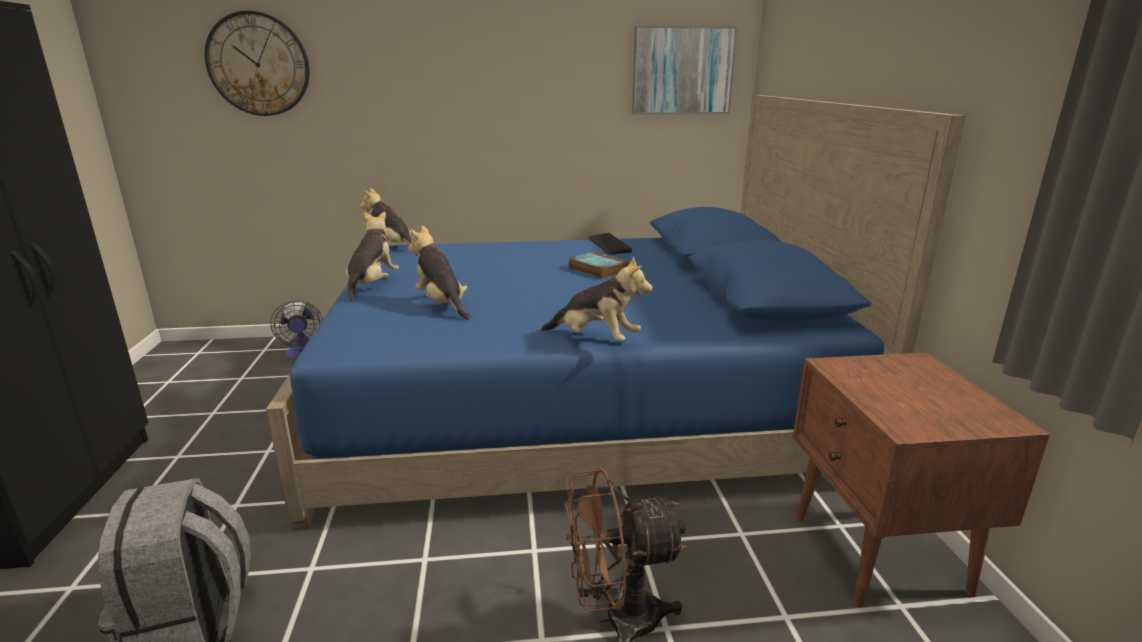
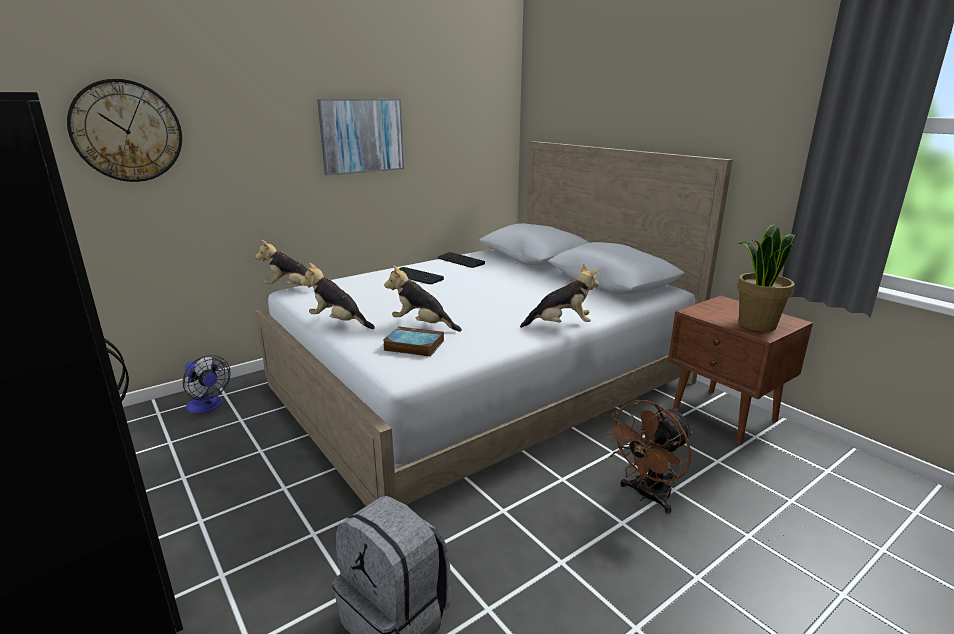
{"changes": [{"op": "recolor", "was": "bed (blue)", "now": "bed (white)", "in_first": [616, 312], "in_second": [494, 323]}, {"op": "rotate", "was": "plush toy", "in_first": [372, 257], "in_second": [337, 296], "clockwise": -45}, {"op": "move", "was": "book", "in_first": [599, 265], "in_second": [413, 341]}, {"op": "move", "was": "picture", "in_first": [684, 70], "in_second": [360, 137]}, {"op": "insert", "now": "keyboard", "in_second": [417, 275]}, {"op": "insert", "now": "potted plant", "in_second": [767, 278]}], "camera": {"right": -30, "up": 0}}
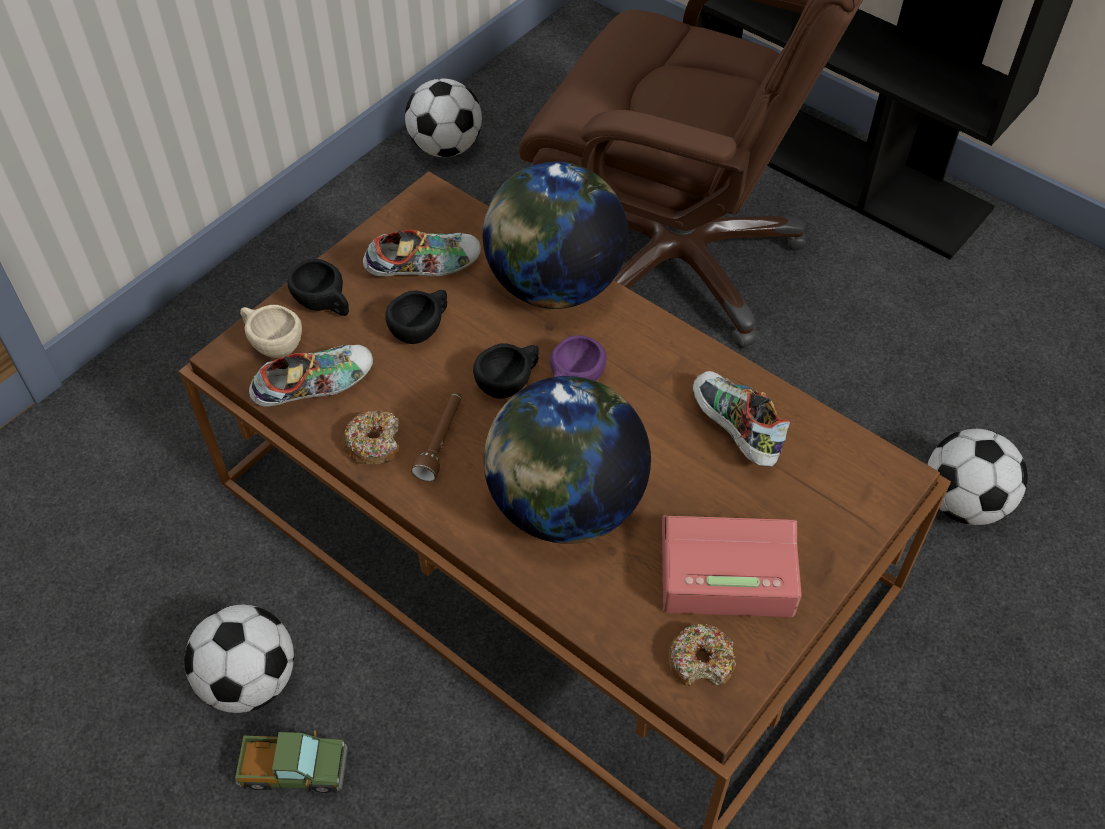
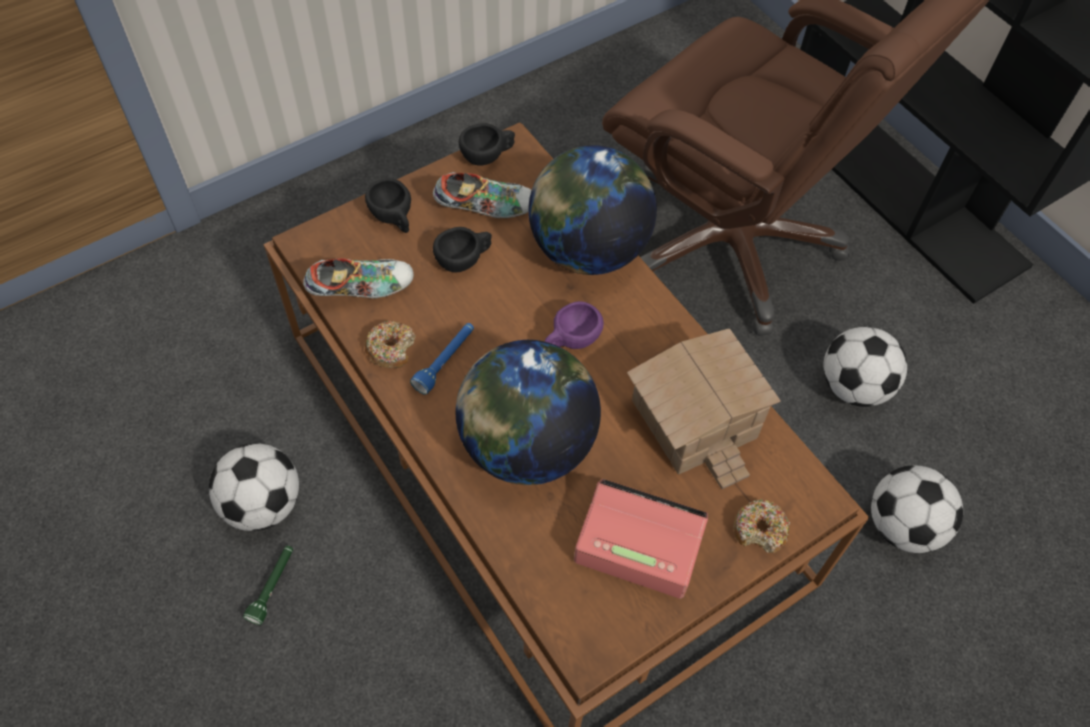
{"changes": [{"op": "replace", "was": "toy truck", "now": "flashlight (green)", "in_first": [291, 761], "in_second": [268, 585]}, {"op": "delete", "was": "cup (beige)", "in_first": [271, 331]}, {"op": "move", "was": "football", "in_first": [443, 117], "in_second": [865, 366]}, {"op": "recolor", "was": "flashlight (brown)", "now": "flashlight (blue)", "in_first": [436, 437], "in_second": [442, 359]}, {"op": "move", "was": "cup (black)", "in_first": [506, 371], "in_second": [487, 144]}, {"op": "move", "was": "donut", "in_first": [702, 655], "in_second": [762, 526]}, {"op": "replace", "was": "shoe", "now": "toy house", "in_first": [741, 419], "in_second": [704, 409]}], "camera": {"right": 15, "up": 5}}
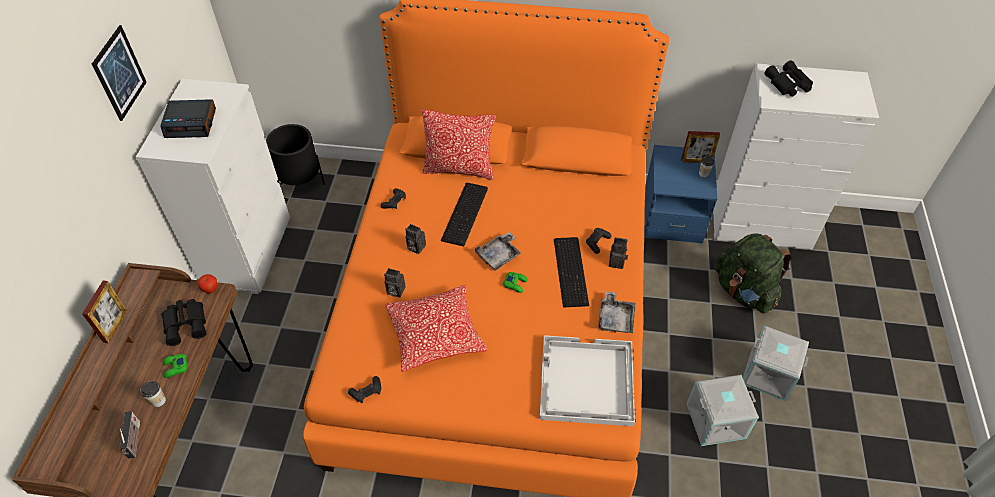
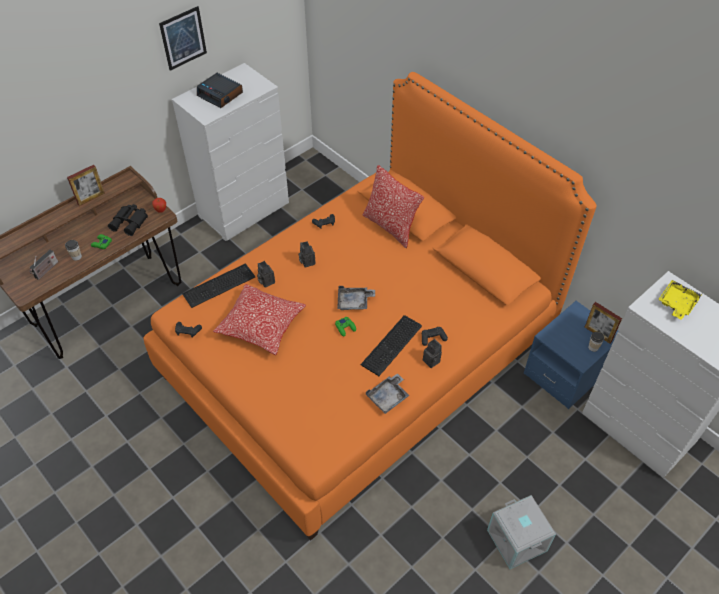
{"changes": [{"op": "delete", "was": "planter (black)", "in_first": [295, 155]}, {"op": "move", "was": "keyboard", "in_first": [464, 214], "in_second": [218, 286]}, {"op": "delete", "was": "tray (white)", "in_first": [587, 380]}, {"op": "delete", "was": "storage box (grey)", "in_first": [723, 410]}, {"op": "delete", "was": "backpack (green)", "in_first": [753, 273]}, {"op": "replace", "was": "binoculars (black)", "now": "tray (yellow)", "in_first": [788, 79], "in_second": [680, 300]}], "camera": {"right": 40, "up": 0}}
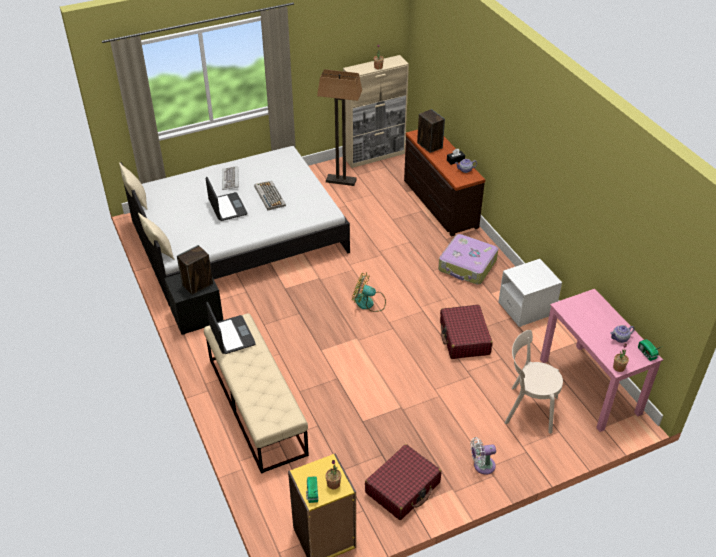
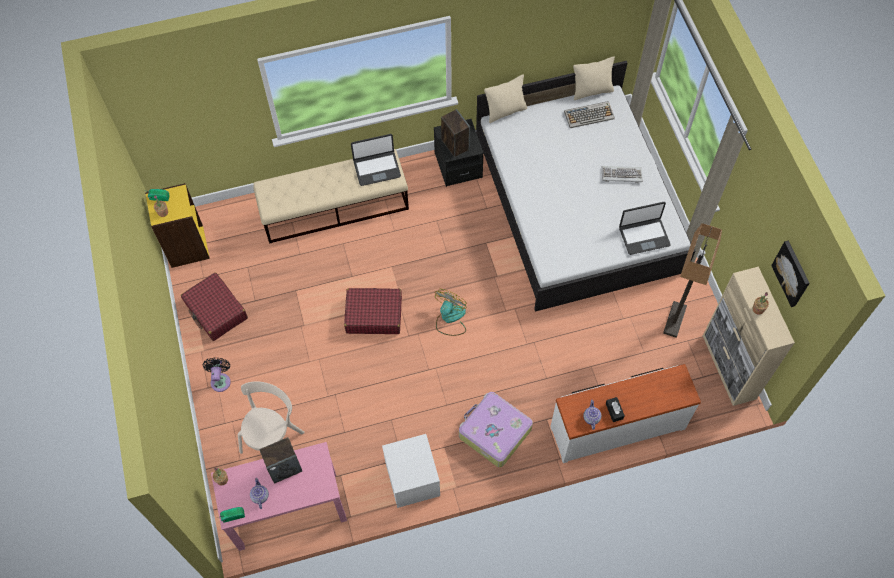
{"changes": [{"op": "move", "was": "laptop", "in_first": [226, 199], "in_second": [644, 228]}, {"op": "move", "was": "keyboard", "in_first": [270, 195], "in_second": [589, 114]}, {"op": "recolor", "was": "dresser (brown)", "now": "dresser (white)", "in_first": [445, 183], "in_second": [625, 413]}, {"op": "move", "was": "speaker", "in_first": [431, 131], "in_second": [280, 460]}, {"op": "move", "was": "suitcase (red)", "in_first": [466, 332], "in_second": [373, 311]}, {"op": "recolor", "was": "fan (white)", "now": "fan (black)", "in_first": [483, 456], "in_second": [217, 374]}, {"op": "insert", "now": "picture", "in_second": [790, 274]}], "camera": {"right": 100, "up": 20}}
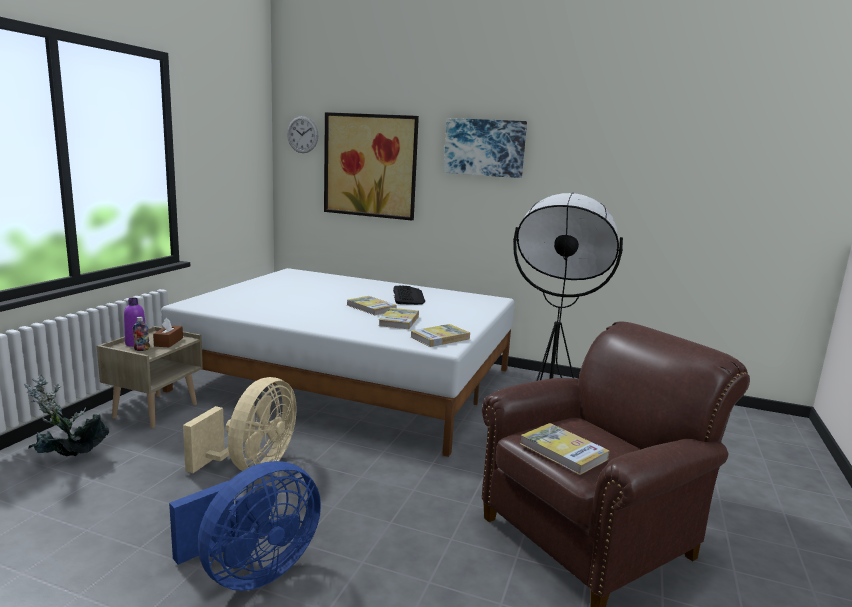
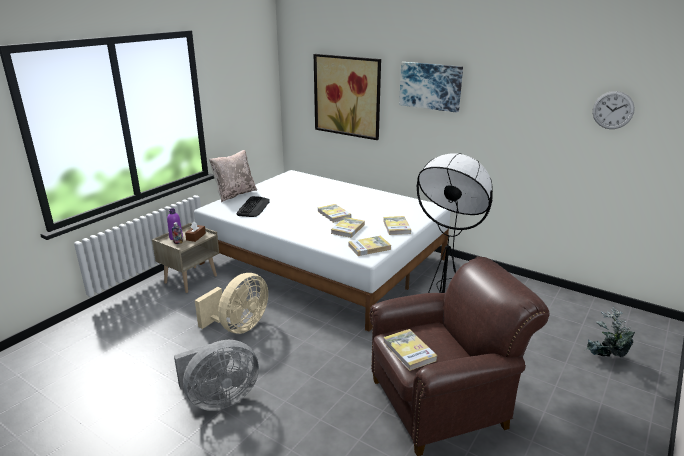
{"changes": [{"op": "move", "was": "potted plant", "in_first": [66, 415], "in_second": [609, 331]}, {"op": "recolor", "was": "fan (blue)", "now": "fan (grey)", "in_first": [245, 526], "in_second": [216, 375]}, {"op": "move", "was": "wall clock", "in_first": [302, 134], "in_second": [613, 110]}, {"op": "move", "was": "keyboard", "in_first": [409, 295], "in_second": [252, 206]}, {"op": "insert", "now": "pillow (beige)", "in_second": [233, 176]}, {"op": "insert", "now": "book", "in_second": [397, 225]}], "camera": {"right": 15, "up": 10}}
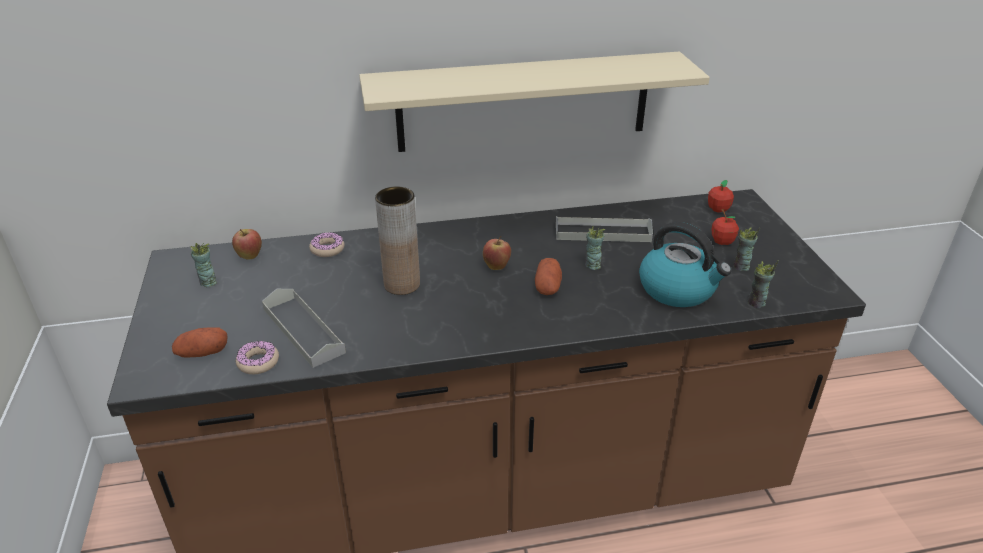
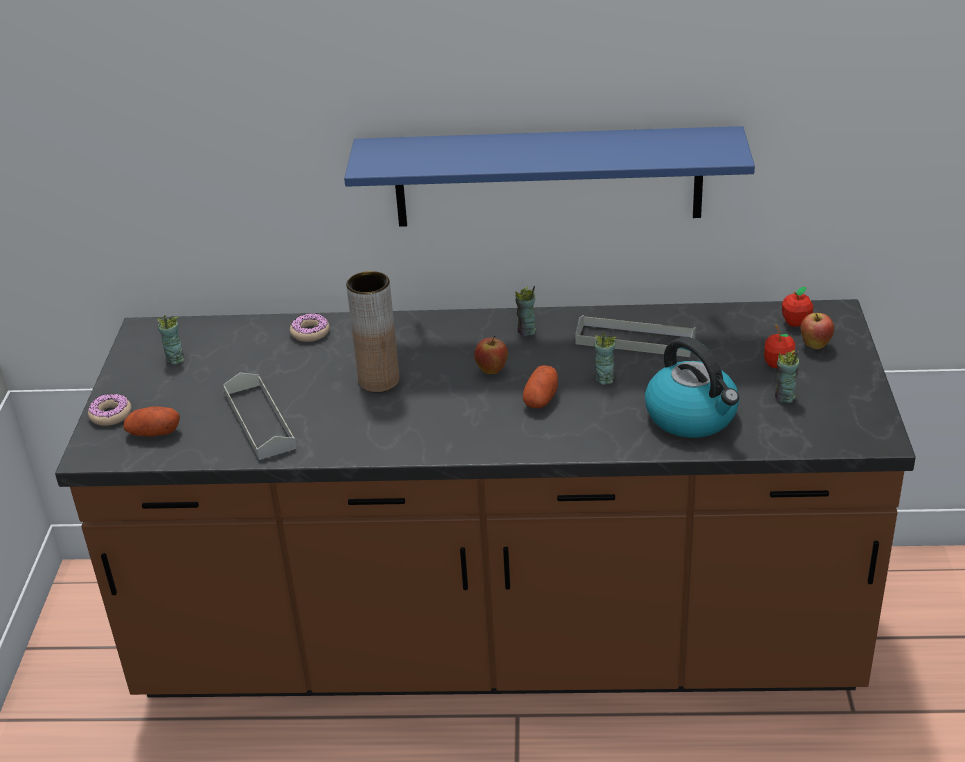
{"changes": [{"op": "move", "was": "apple", "in_first": [247, 244], "in_second": [817, 331]}, {"op": "move", "was": "donut", "in_first": [257, 357], "in_second": [110, 409]}, {"op": "recolor", "was": "shelf (beige)", "now": "shelf (blue)", "in_first": [534, 102], "in_second": [549, 176]}, {"op": "move", "was": "cup", "in_first": [763, 284], "in_second": [525, 311]}], "camera": {"right": 15, "up": 0}}
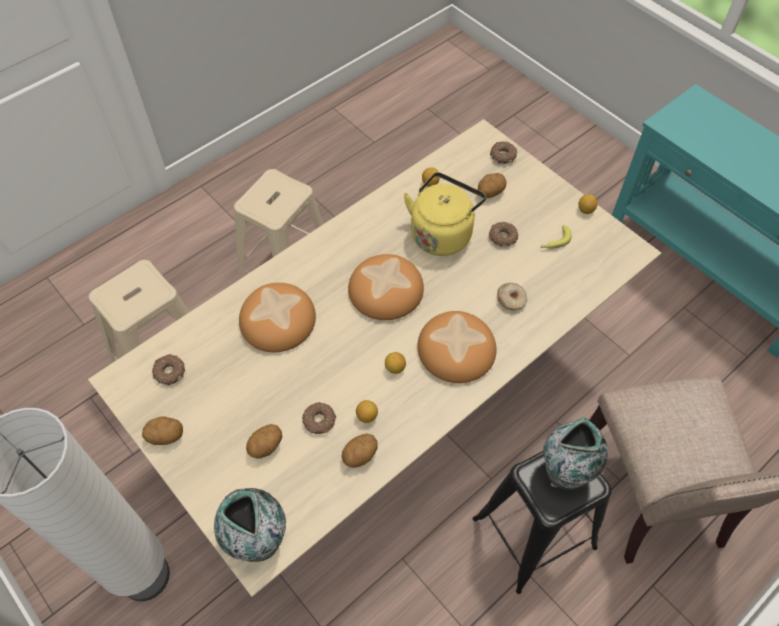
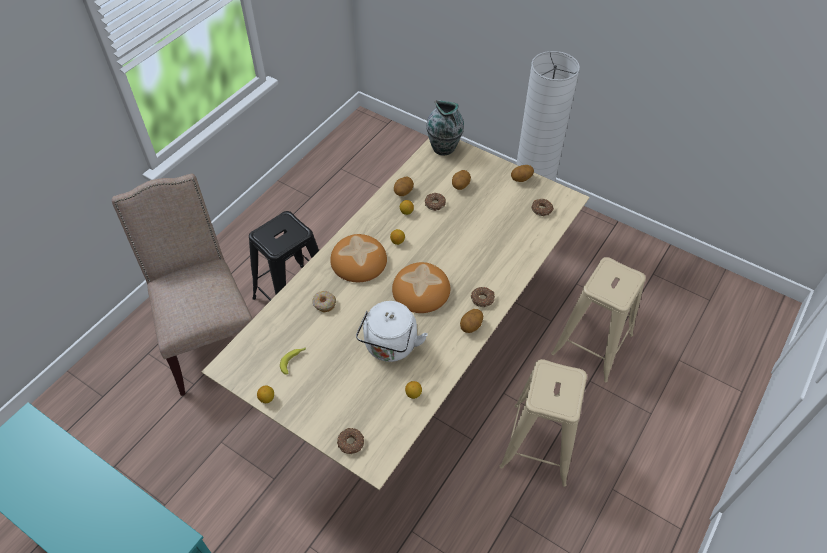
{"changes": [{"op": "delete", "was": "bread", "in_first": [277, 317]}, {"op": "recolor", "was": "kettle (yellow)", "now": "kettle (white)", "in_first": [444, 214], "in_second": [392, 331]}, {"op": "move", "was": "potato", "in_first": [492, 185], "in_second": [471, 321]}, {"op": "move", "was": "donut", "in_first": [503, 234], "in_second": [483, 297]}, {"op": "delete", "was": "vase", "in_first": [575, 453]}], "camera": {"right": 165, "up": -5}}
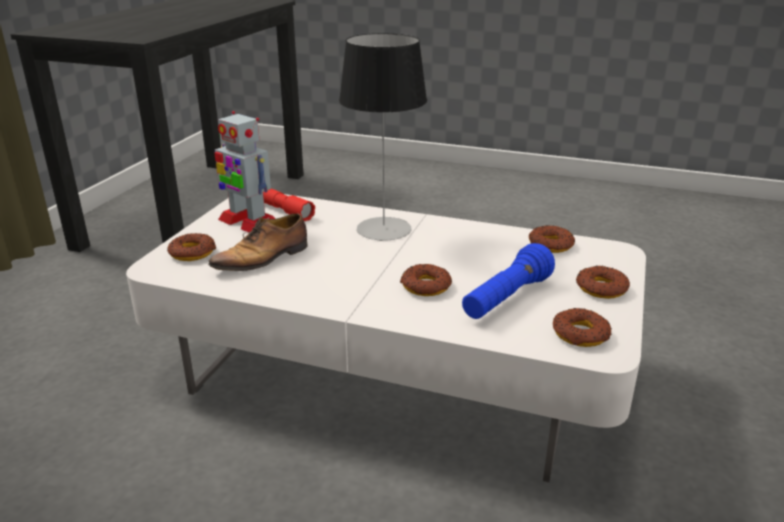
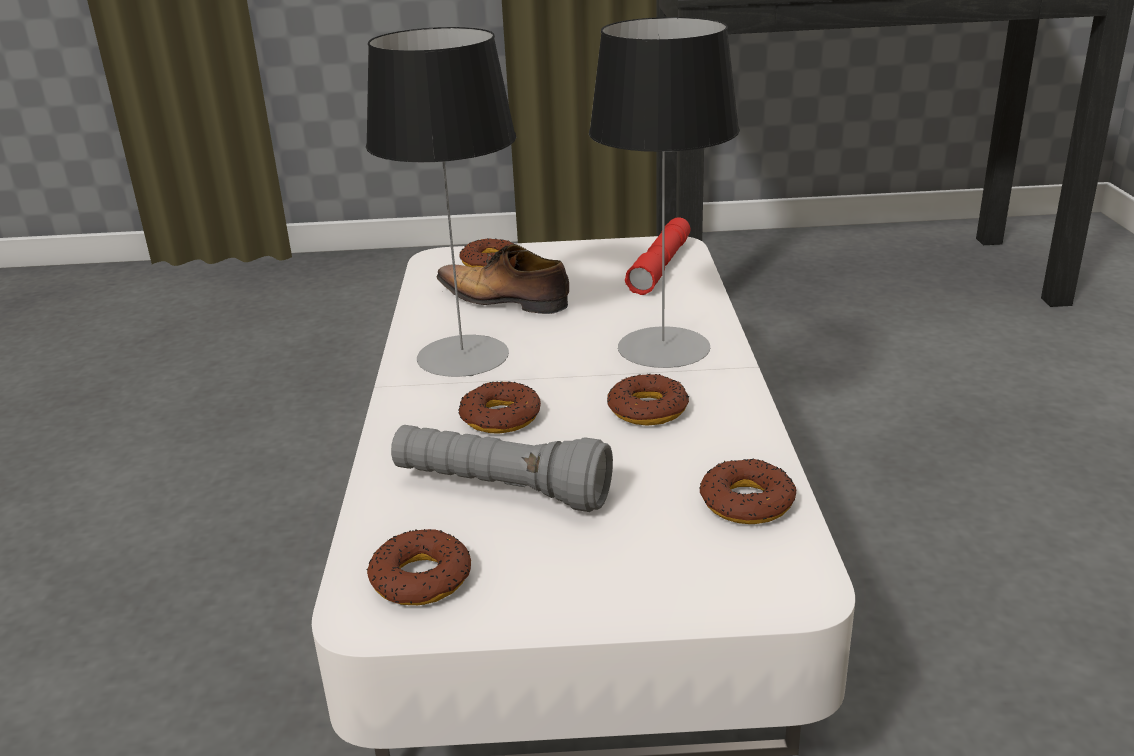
{"changes": [{"op": "delete", "was": "toy robot", "in_first": [245, 171]}, {"op": "recolor", "was": "flashlight (blue)", "now": "flashlight (grey)", "in_first": [508, 281], "in_second": [502, 468]}, {"op": "move", "was": "donut", "in_first": [603, 282], "in_second": [648, 400]}, {"op": "insert", "now": "table lamp", "in_second": [441, 202]}], "camera": {"right": 70, "up": 0}}
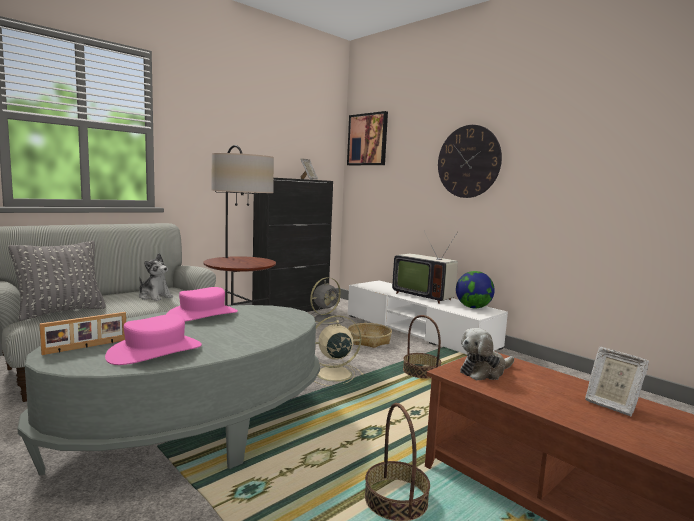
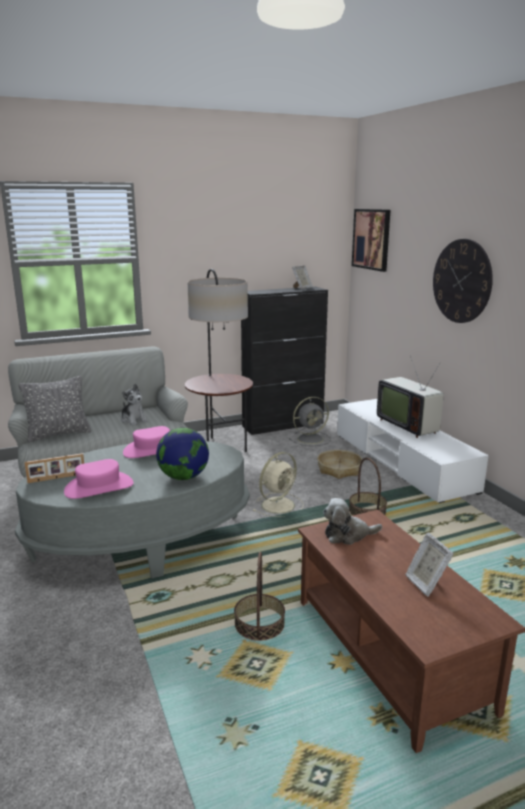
{"changes": [{"op": "rotate", "was": "fan (beige)", "in_first": [339, 350], "in_second": [278, 484], "clockwise": 135}, {"op": "move", "was": "globe", "in_first": [475, 289], "in_second": [182, 454]}], "camera": {"right": 20, "up": 10}}
